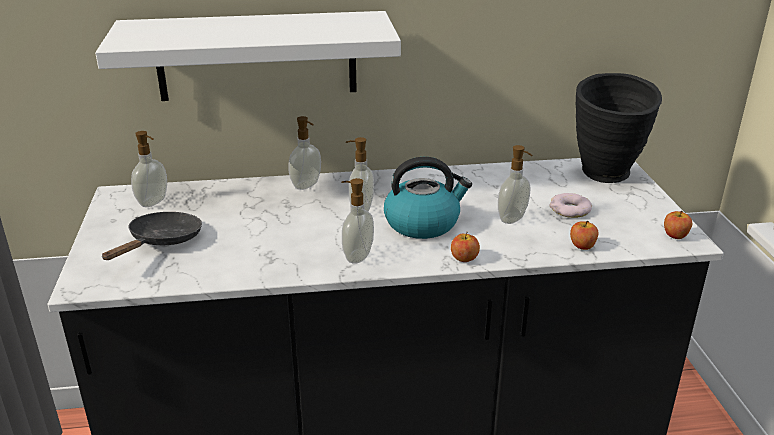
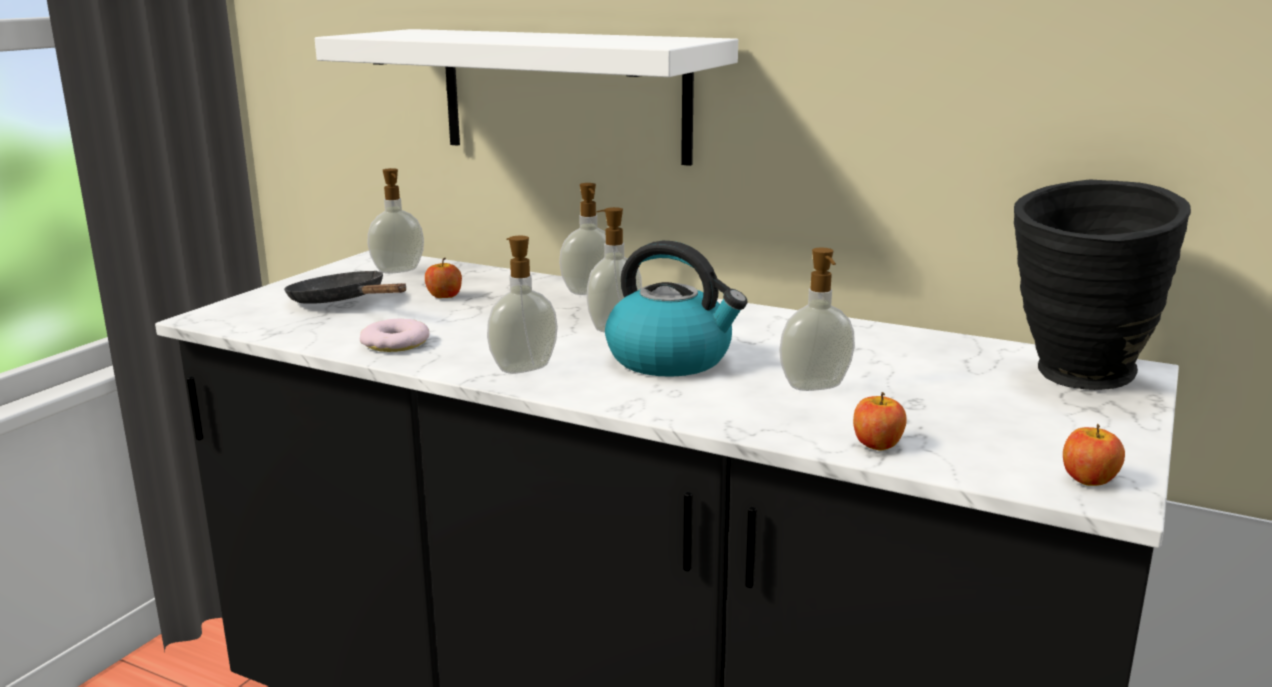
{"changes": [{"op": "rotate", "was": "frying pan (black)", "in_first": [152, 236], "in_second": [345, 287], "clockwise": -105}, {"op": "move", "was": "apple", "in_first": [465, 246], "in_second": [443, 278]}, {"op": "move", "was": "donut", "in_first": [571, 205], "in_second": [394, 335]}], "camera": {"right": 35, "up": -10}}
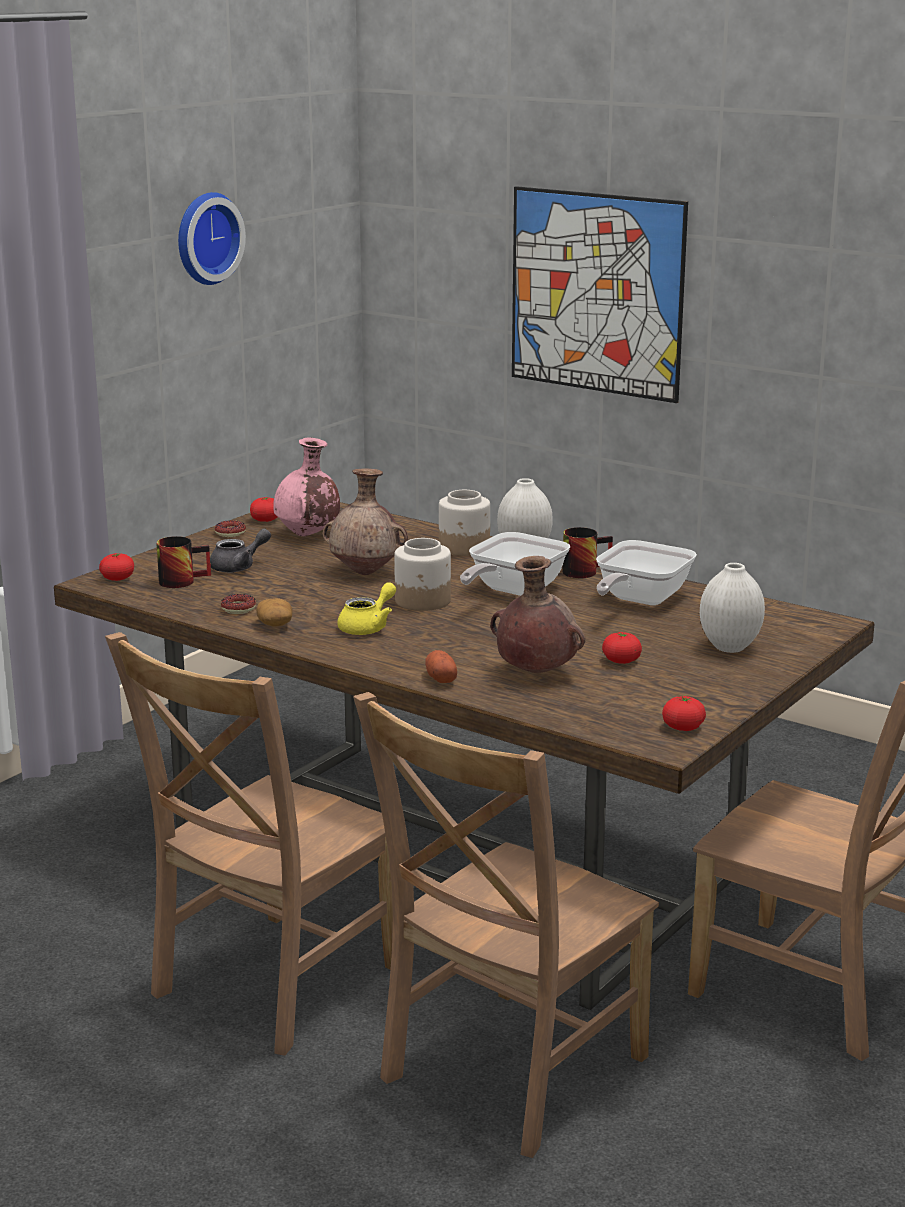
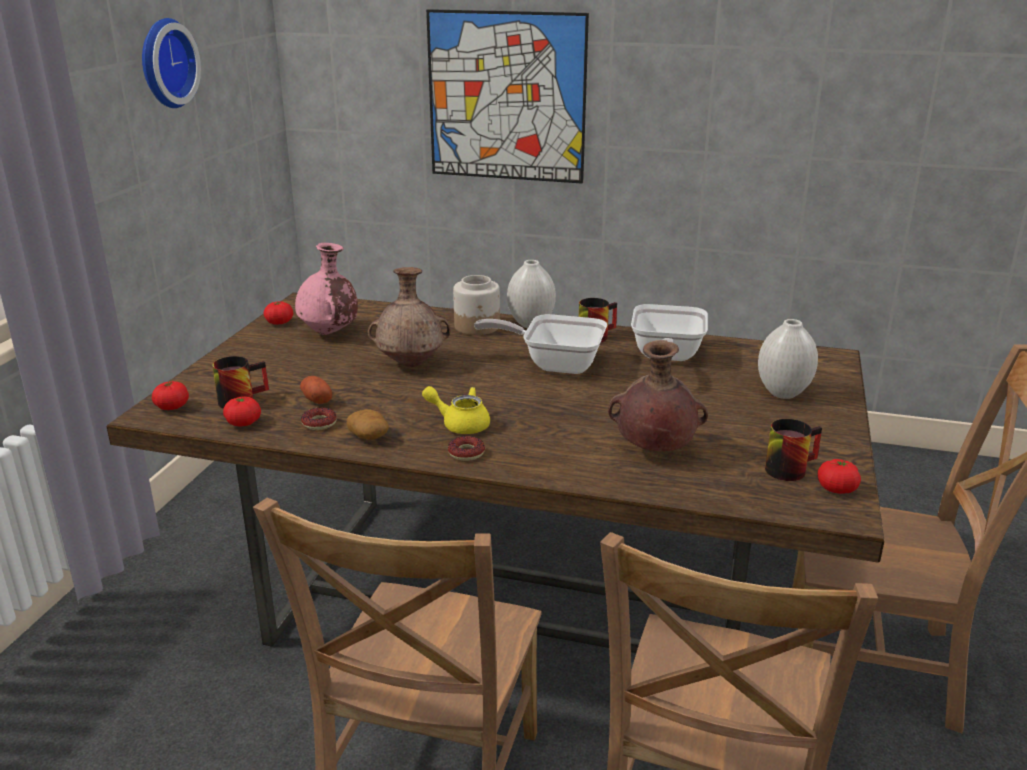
{"changes": [{"op": "delete", "was": "teapot (grey)", "in_first": [240, 550]}, {"op": "move", "was": "donut", "in_first": [230, 528], "in_second": [466, 448]}, {"op": "rotate", "was": "teapot (yellow)", "in_first": [366, 608], "in_second": [456, 410], "clockwise": -90}, {"op": "delete", "was": "jar", "in_first": [422, 574]}, {"op": "move", "was": "potato", "in_first": [441, 666], "in_second": [316, 390]}, {"op": "rotate", "was": "frying pan", "in_first": [515, 564], "in_second": [540, 344], "clockwise": 90}, {"op": "move", "was": "tomato", "in_first": [622, 648], "in_second": [242, 411]}, {"op": "insert", "now": "mug", "in_second": [793, 450]}], "camera": {"right": -20, "up": 5}}
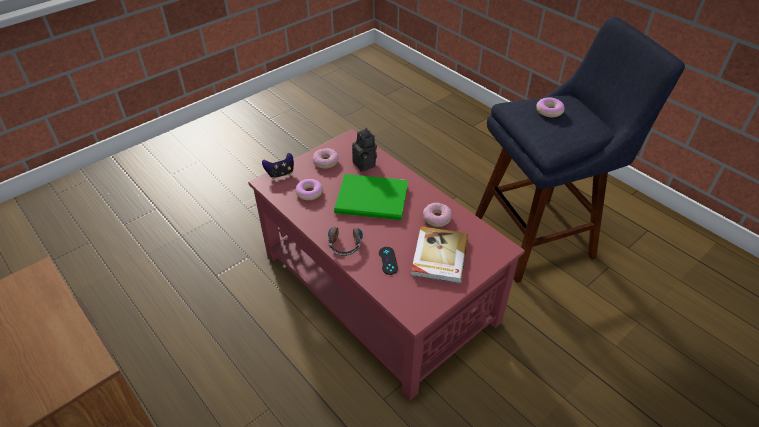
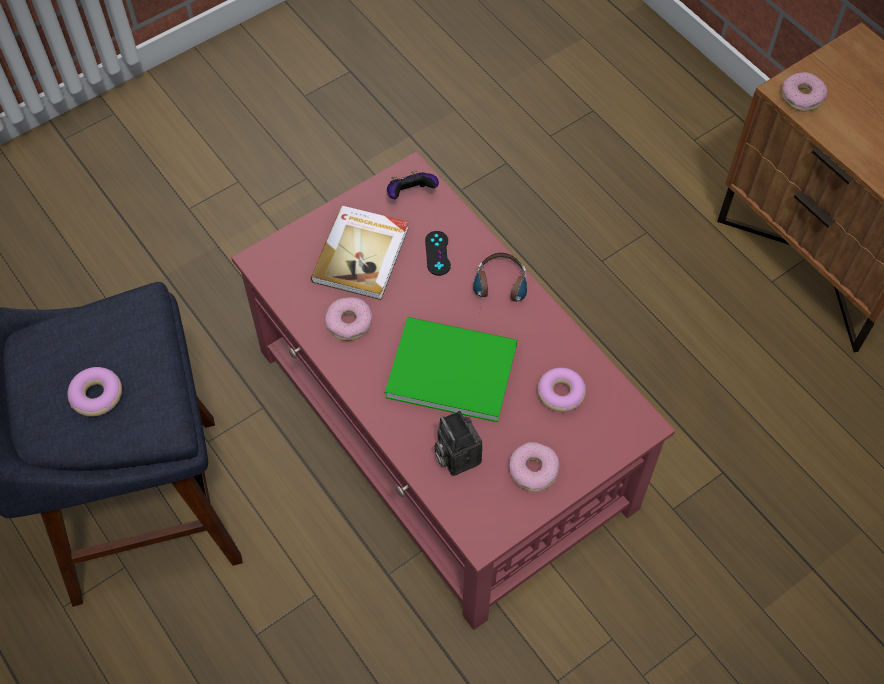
{"changes": [{"op": "move", "was": "game controller", "in_first": [278, 166], "in_second": [413, 185]}, {"op": "insert", "now": "donut", "in_second": [804, 92]}], "camera": {"right": -175, "up": 15}}
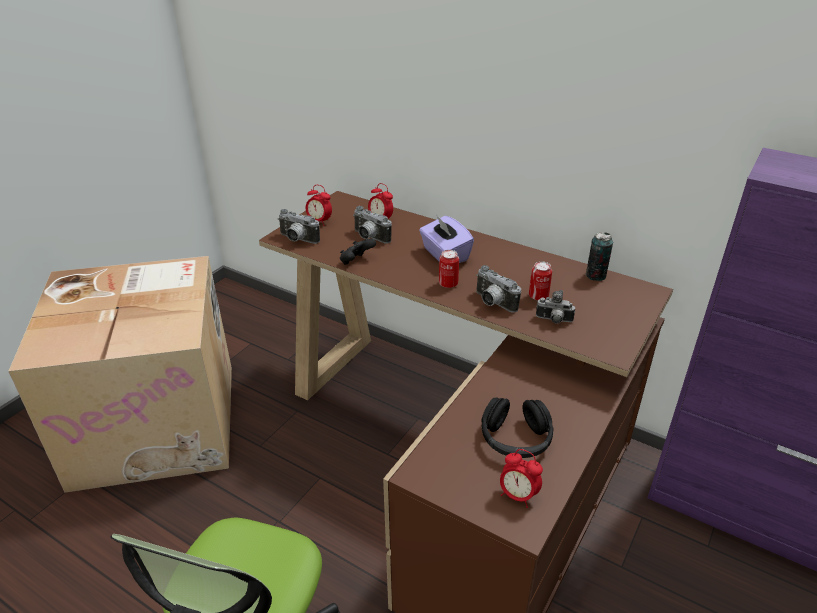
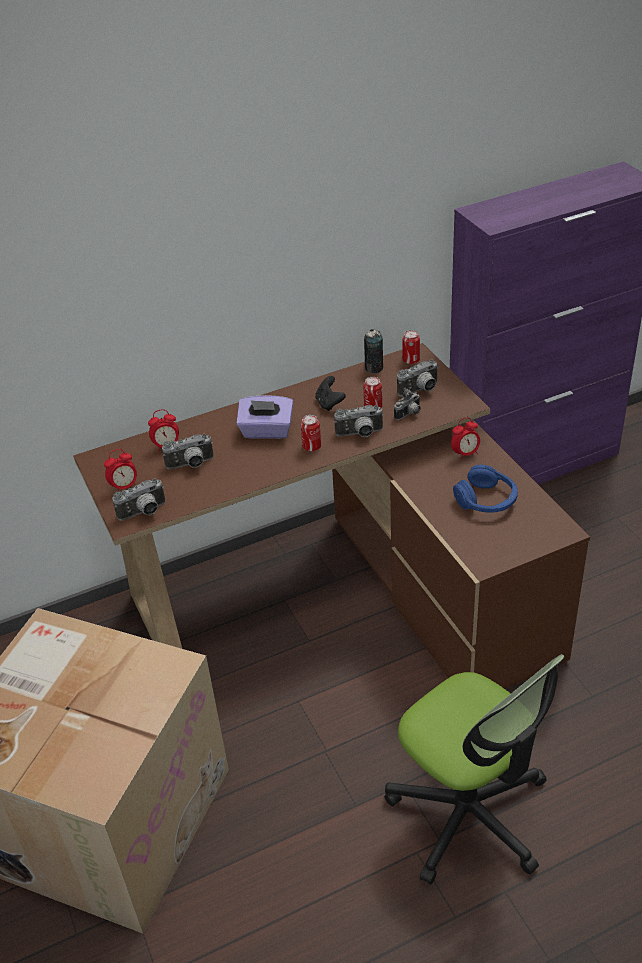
{"changes": [{"op": "move", "was": "game controller (black)", "in_first": [358, 252], "in_second": [330, 393]}, {"op": "recolor", "was": "headphones (black)", "now": "headphones (blue)", "in_first": [517, 427], "in_second": [485, 489]}, {"op": "move", "was": "alarm clock", "in_first": [521, 478], "in_second": [465, 439]}, {"op": "insert", "now": "photo camera", "in_second": [418, 378]}, {"op": "insert", "now": "can", "in_second": [411, 347]}], "camera": {"right": -55, "up": 5}}
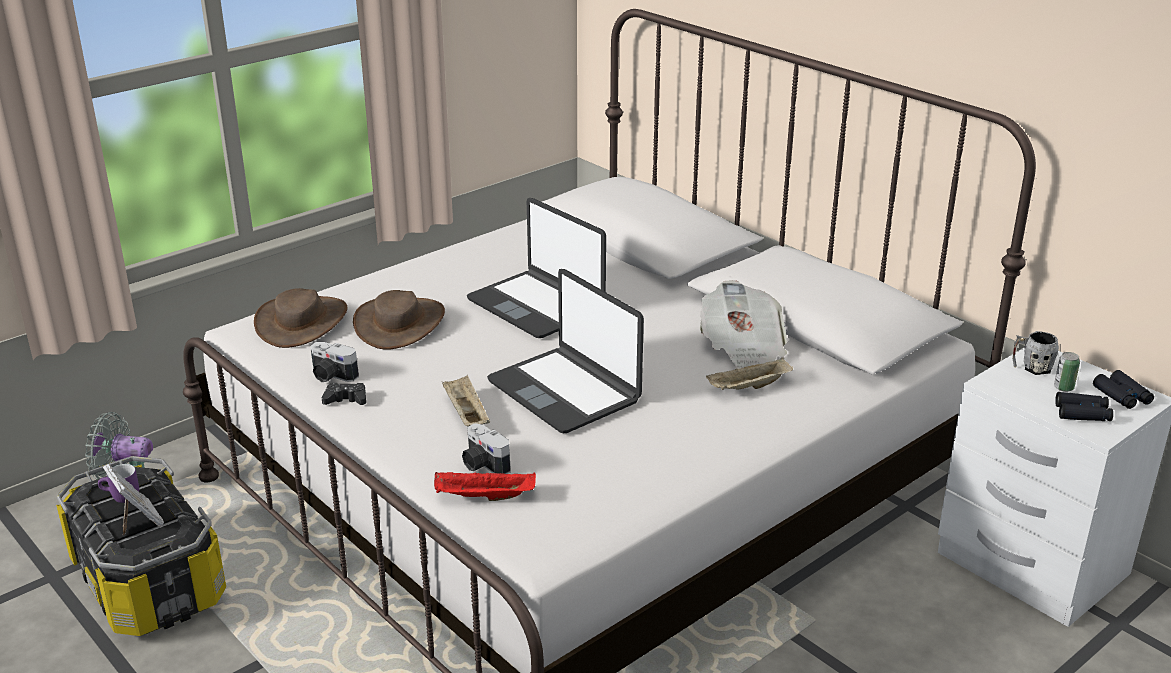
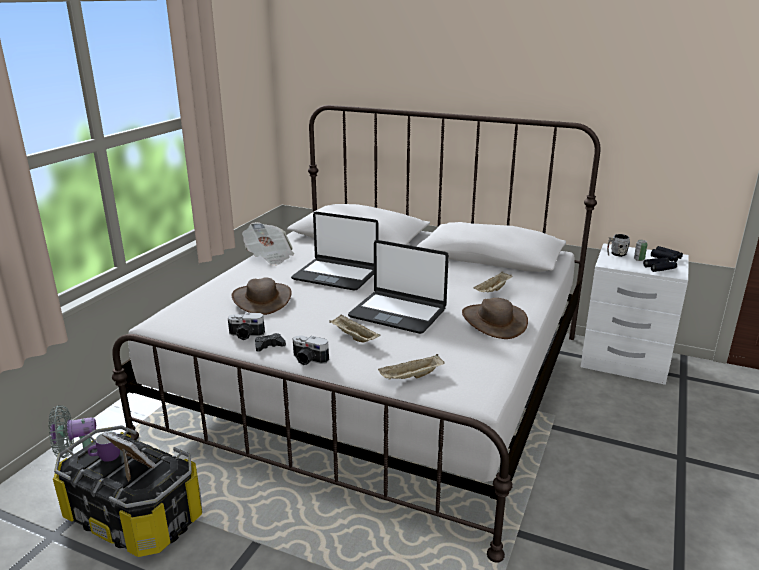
{"changes": [{"op": "move", "was": "hat (brown)", "in_first": [300, 318], "in_second": [495, 318]}, {"op": "recolor", "was": "tray (red)", "now": "tray (beige)", "in_first": [485, 486], "in_second": [411, 367]}, {"op": "move", "was": "photo camera", "in_first": [486, 448], "in_second": [311, 350]}, {"op": "move", "was": "newspaper", "in_first": [743, 324], "in_second": [268, 244]}], "camera": {"right": -25, "up": -5}}
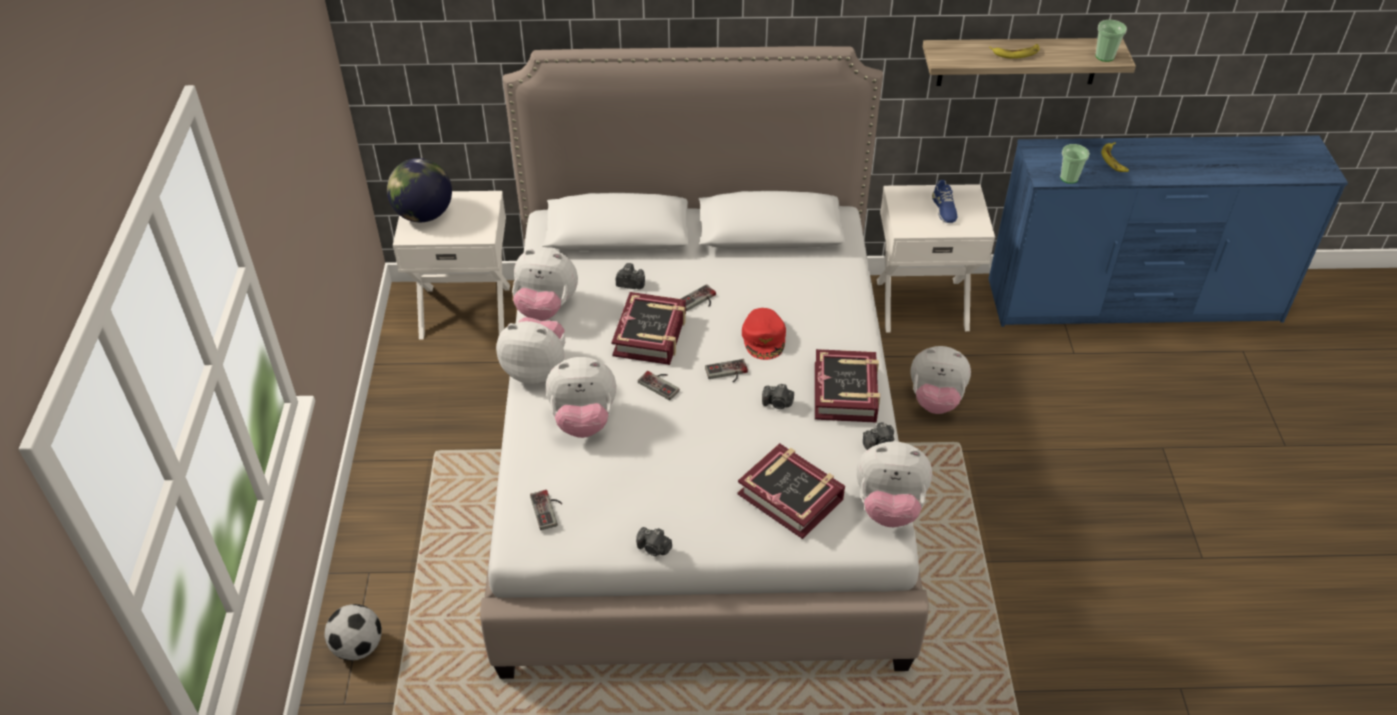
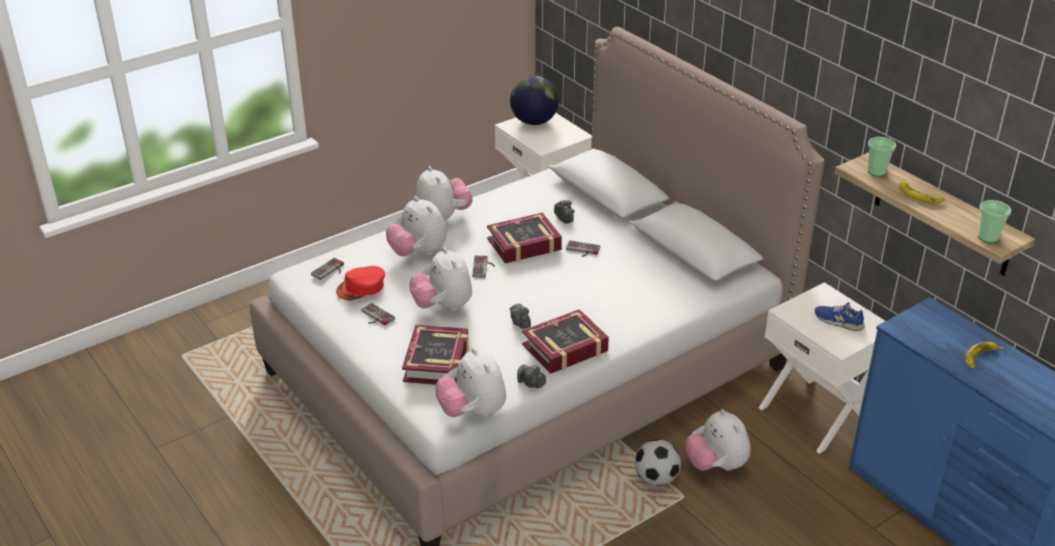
{"changes": [{"op": "move", "was": "football", "in_first": [353, 632], "in_second": [658, 462]}, {"op": "move", "was": "plush toy", "in_first": [545, 284], "in_second": [441, 279]}, {"op": "delete", "was": "photo camera", "in_first": [654, 541]}, {"op": "move", "was": "game controller", "in_first": [726, 370], "in_second": [378, 314]}, {"op": "move", "was": "cap (red)", "in_first": [764, 334], "in_second": [360, 283]}, {"op": "rotate", "was": "shoe (blue)", "in_first": [944, 201], "in_second": [840, 316], "clockwise": 75}, {"op": "move", "was": "cup", "in_first": [1075, 164], "in_second": [882, 157]}], "camera": {"right": 55, "up": -10}}
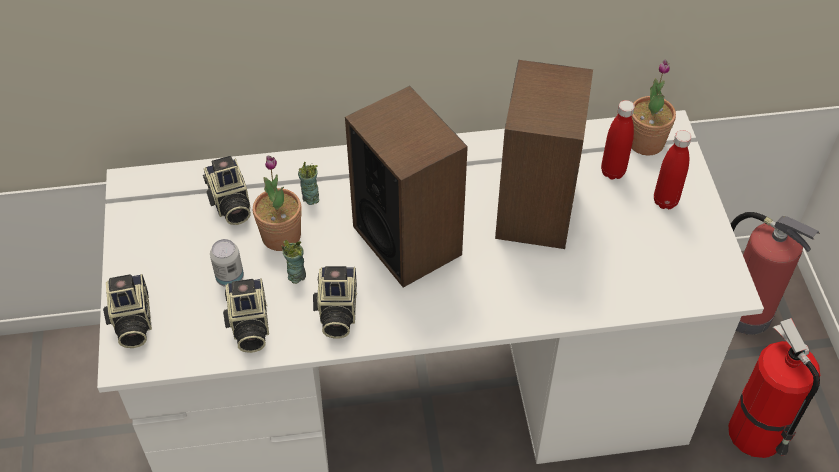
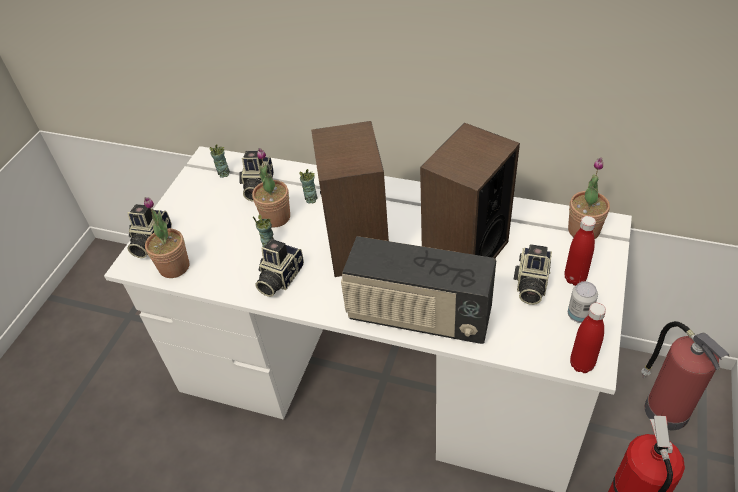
{"changes": [{"op": "move", "was": "can", "in_first": [227, 263], "in_second": [583, 302]}, {"op": "move", "was": "photo camera", "in_first": [246, 315], "in_second": [533, 274]}, {"op": "move", "was": "bottle (red)", "in_first": [618, 140], "in_second": [588, 338]}, {"op": "insert", "now": "potted plant", "in_second": [166, 237]}, {"op": "insert", "now": "cup", "in_second": [219, 161]}, {"op": "insert", "now": "radio", "in_second": [418, 290]}], "camera": {"right": 30, "up": -5}}
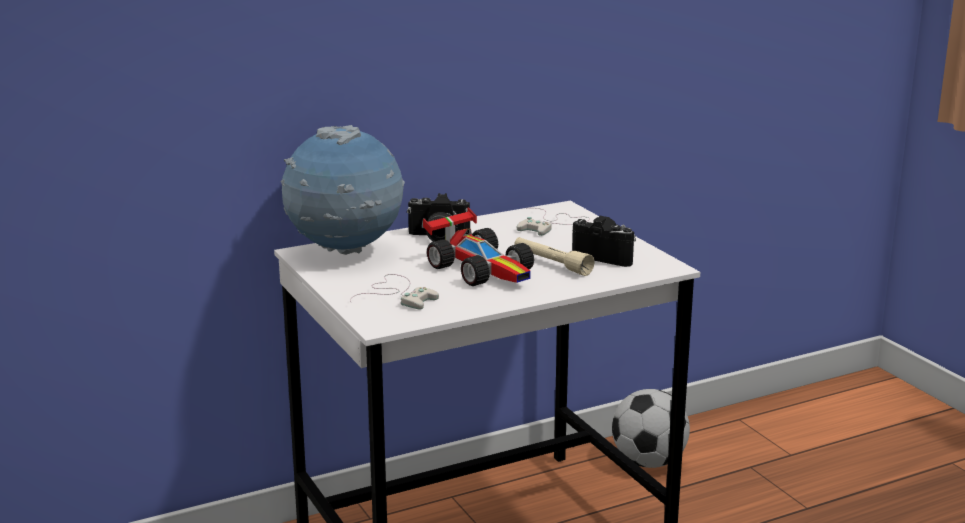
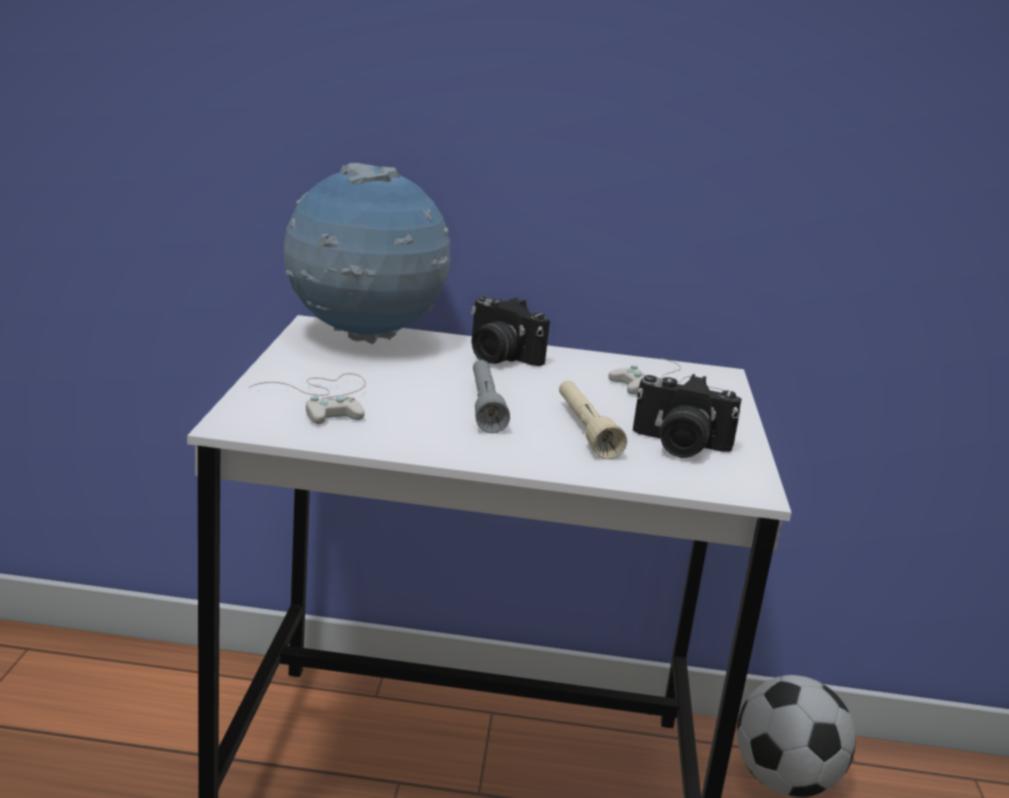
{"changes": [{"op": "replace", "was": "toy car", "now": "flashlight (grey)", "in_first": [478, 246], "in_second": [491, 396]}, {"op": "rotate", "was": "photo camera", "in_first": [604, 241], "in_second": [687, 416], "clockwise": 135}], "camera": {"right": 30, "up": 0}}
